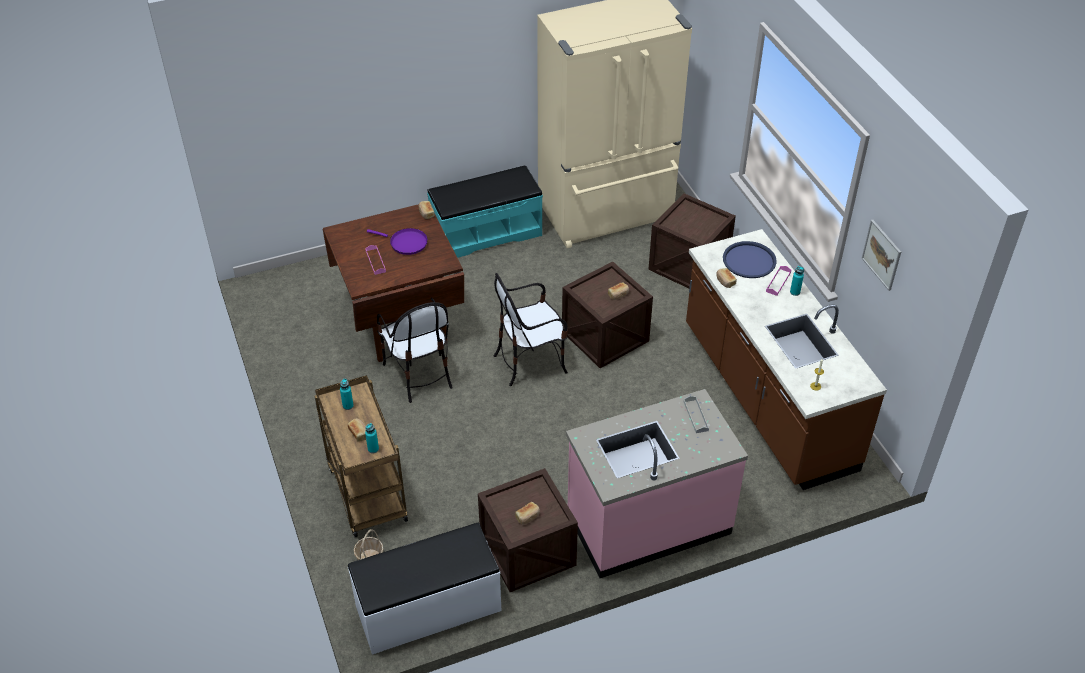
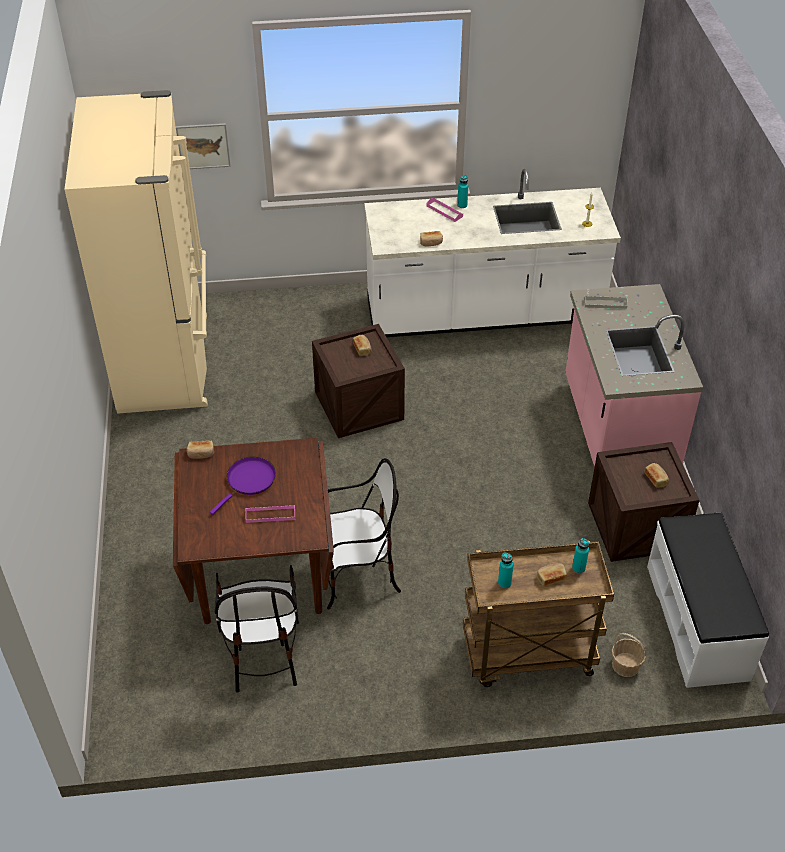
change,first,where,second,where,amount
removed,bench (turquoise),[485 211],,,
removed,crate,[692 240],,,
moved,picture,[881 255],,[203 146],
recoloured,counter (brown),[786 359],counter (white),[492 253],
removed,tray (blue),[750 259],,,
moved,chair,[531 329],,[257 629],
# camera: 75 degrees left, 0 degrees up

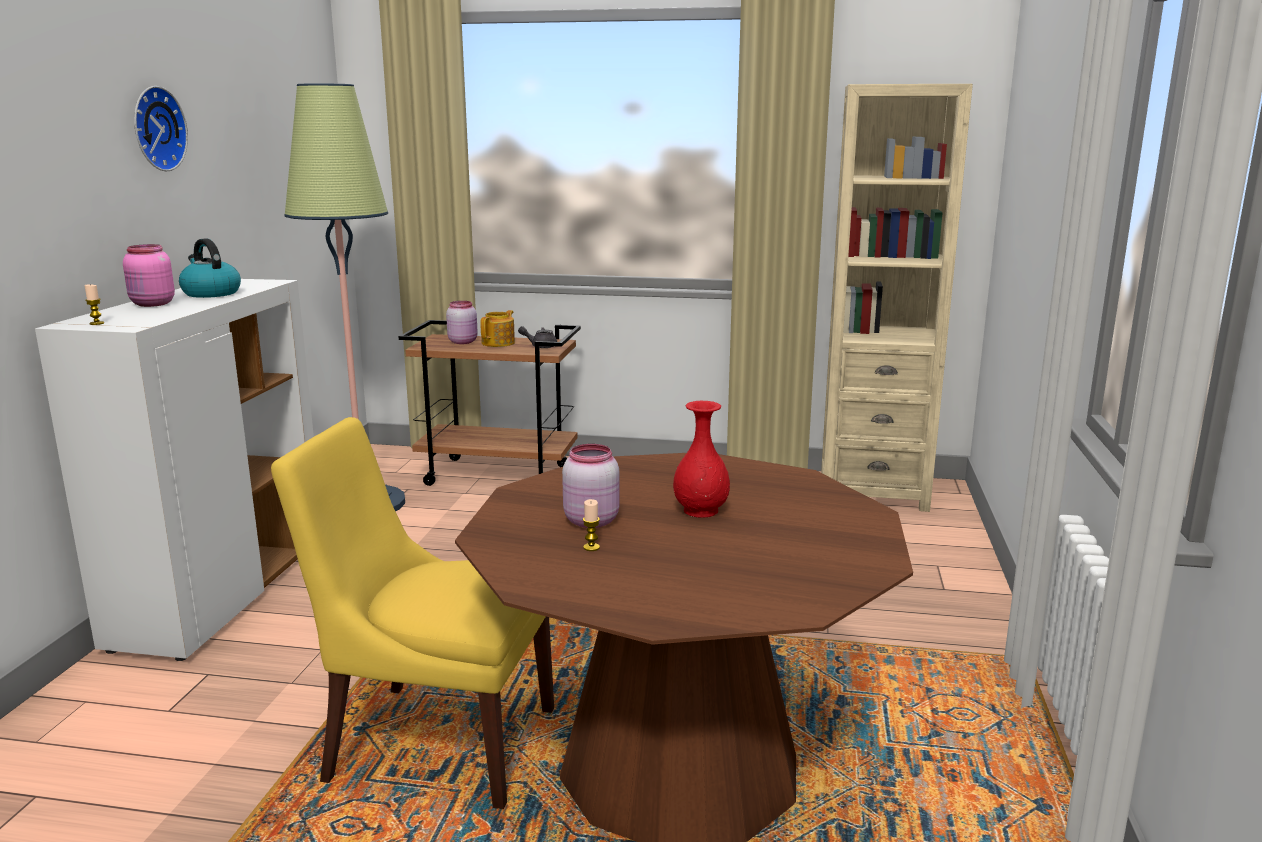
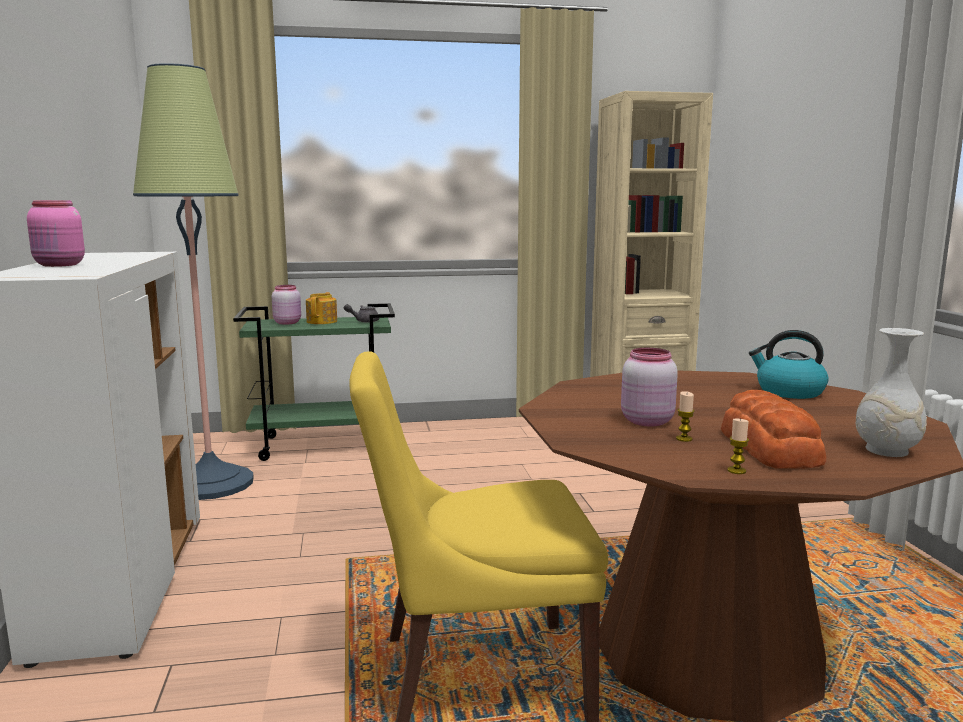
change,first,where,second,where,amount
removed,wall clock,[161 128],,,
moved,kettle,[210 268],,[788 364],
moved,candle,[94 304],,[738 446],
recoloured,cart (brown),[490 403],cart (green),[314 382],
removed,vase (red),[701 459],,,
added,,,vase (white),[891 392],
added,,,bread,[773 429],
# camera: 20 degrees left, 5 degrees down

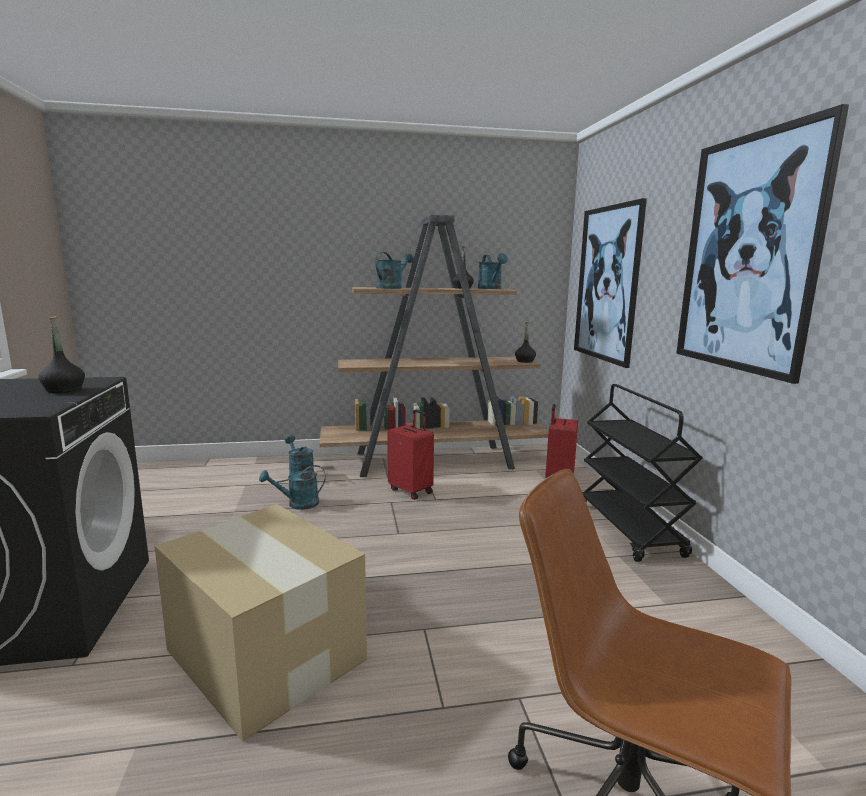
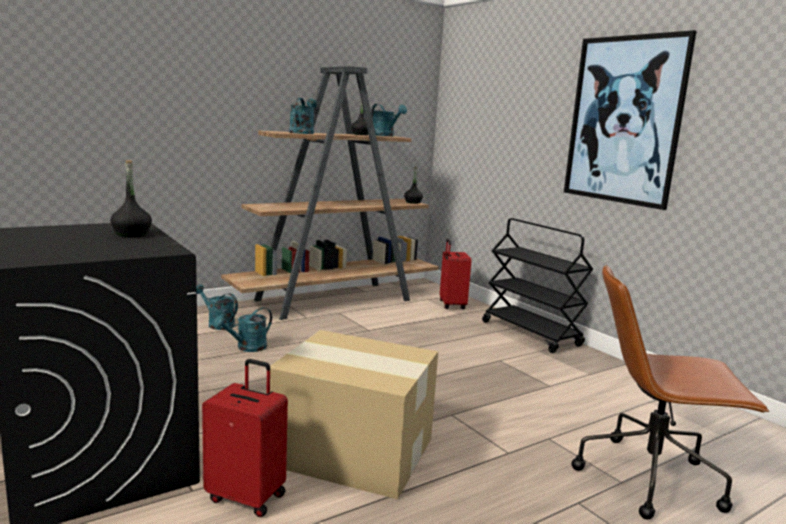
change,first,where,second,where,amount
removed,picture,[610 283],,,
moved,suitcase (red),[410 455],,[245 438],
# camera: 25 degrees left, 0 degrees up

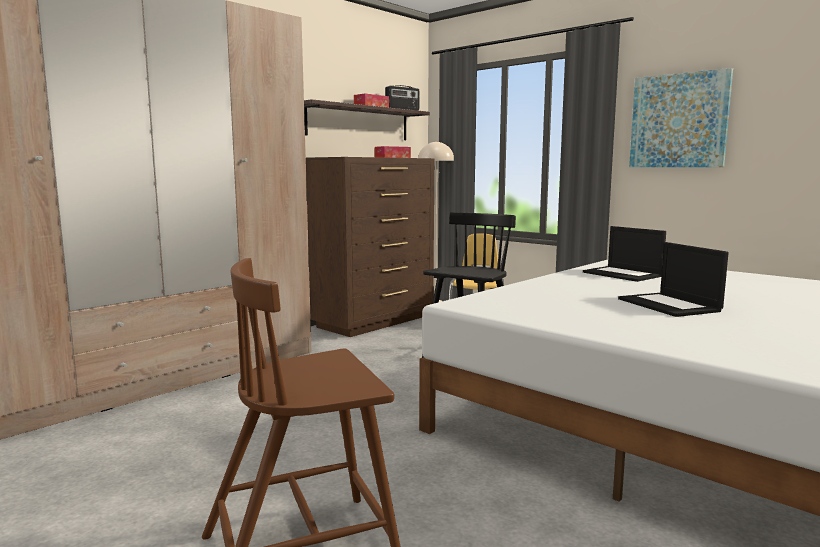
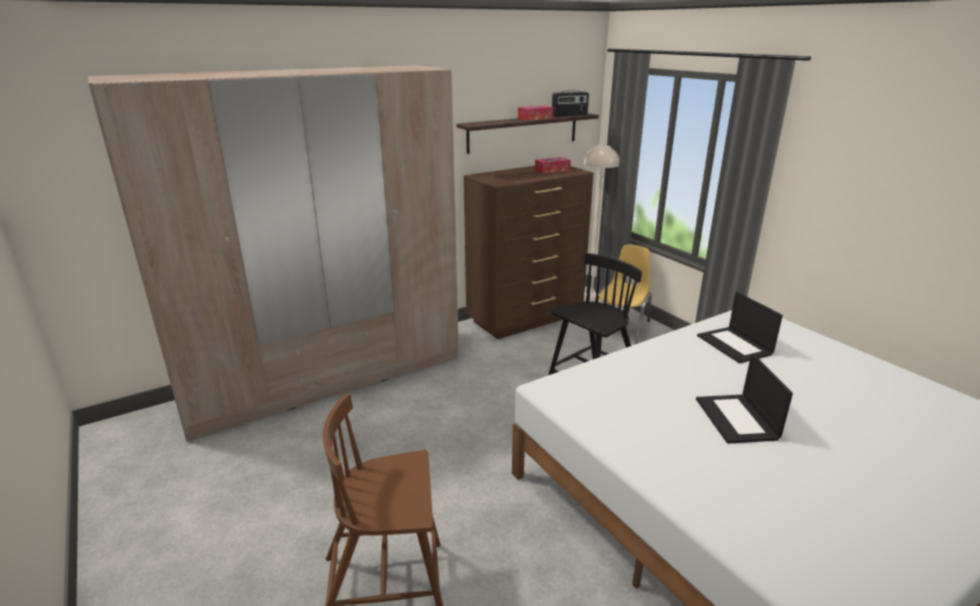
change,first,where,second,where,amount
removed,picture,[681 117],,,
# camera: 15 degrees right, 15 degrees up

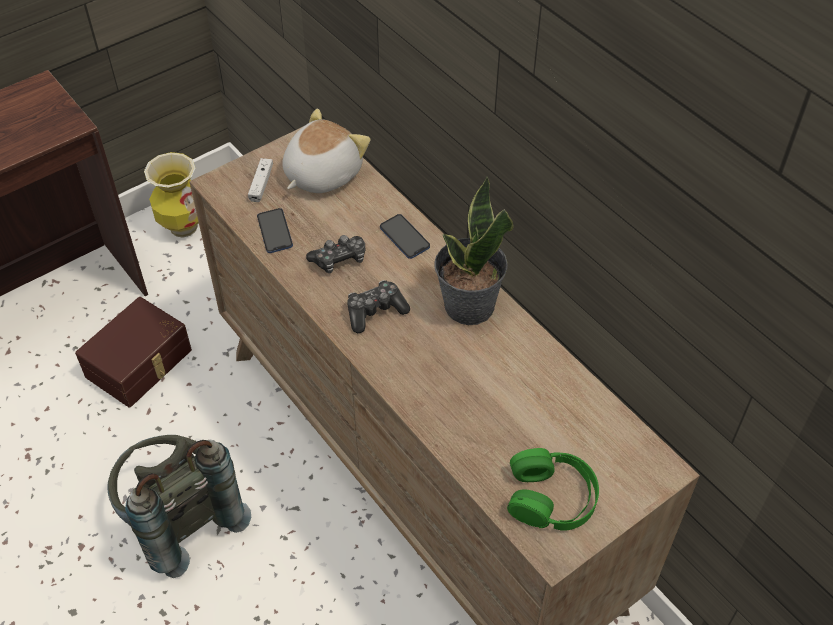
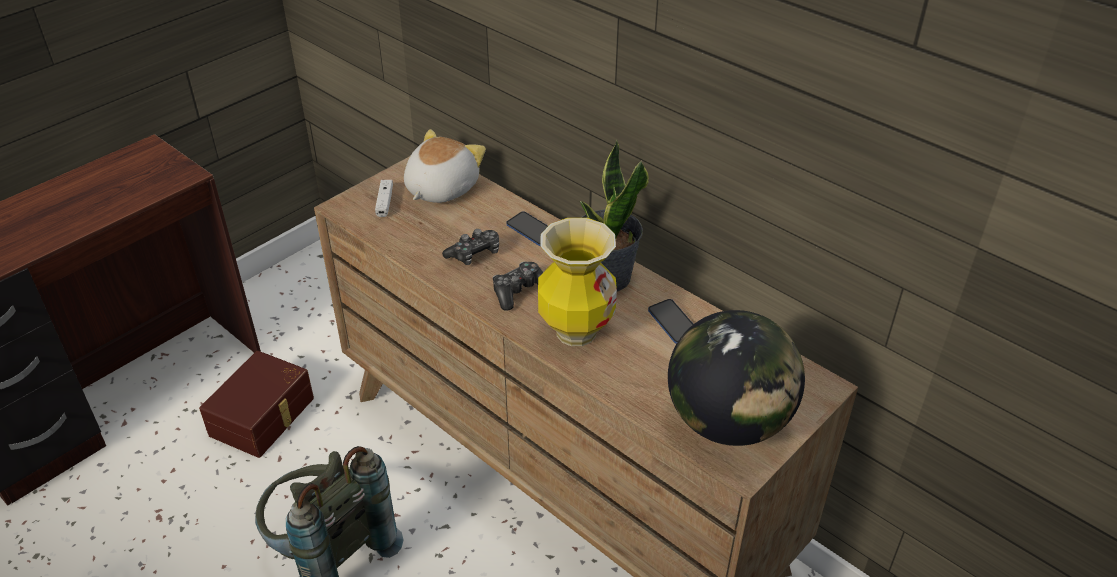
change,first,where,second,where,amount
moved,vase,[171 195],,[577 282],
moved,phone,[275 230],,[670 321],
replaced,headphones (green),[553 489],globe,[736 378],
# camera: 10 degrees left, 10 degrees down

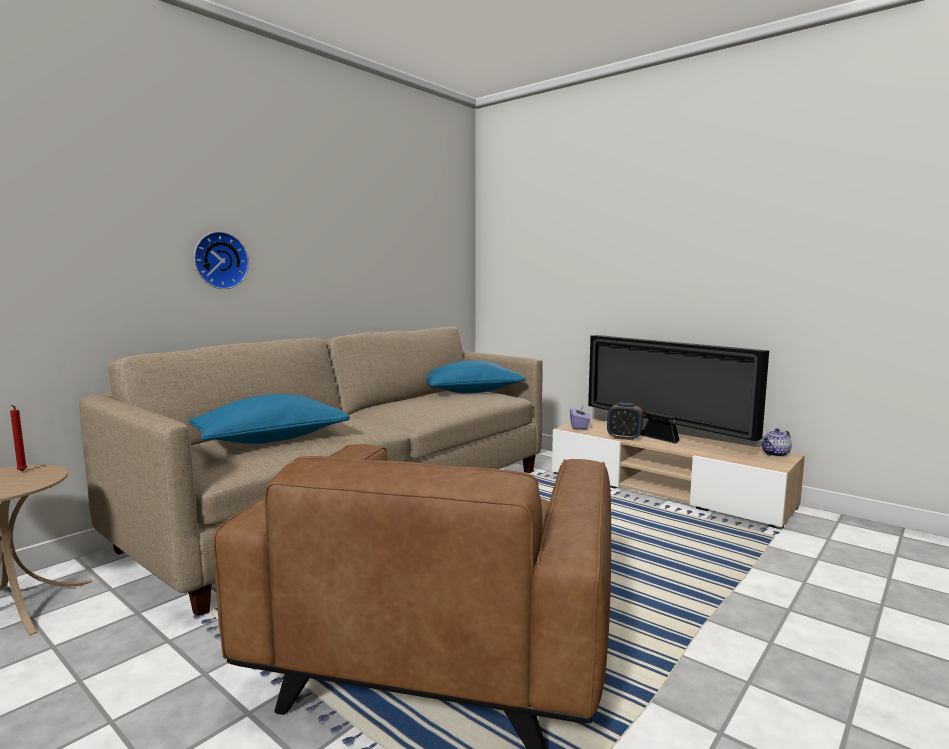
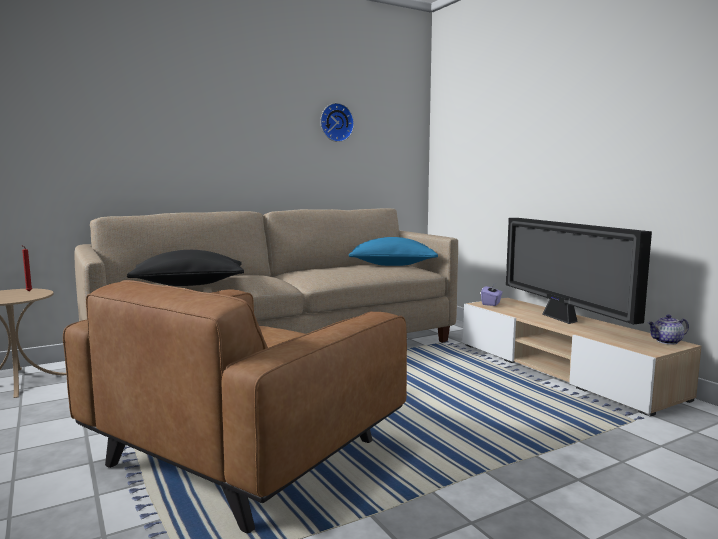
change,first,where,second,where,amount
moved,wall clock,[221 260],,[337 122],
recoloured,pillow (blue),[269 419],pillow (black),[185 268],
removed,alarm clock,[625 421],,,
# camera: 20 degrees right, 0 degrees up

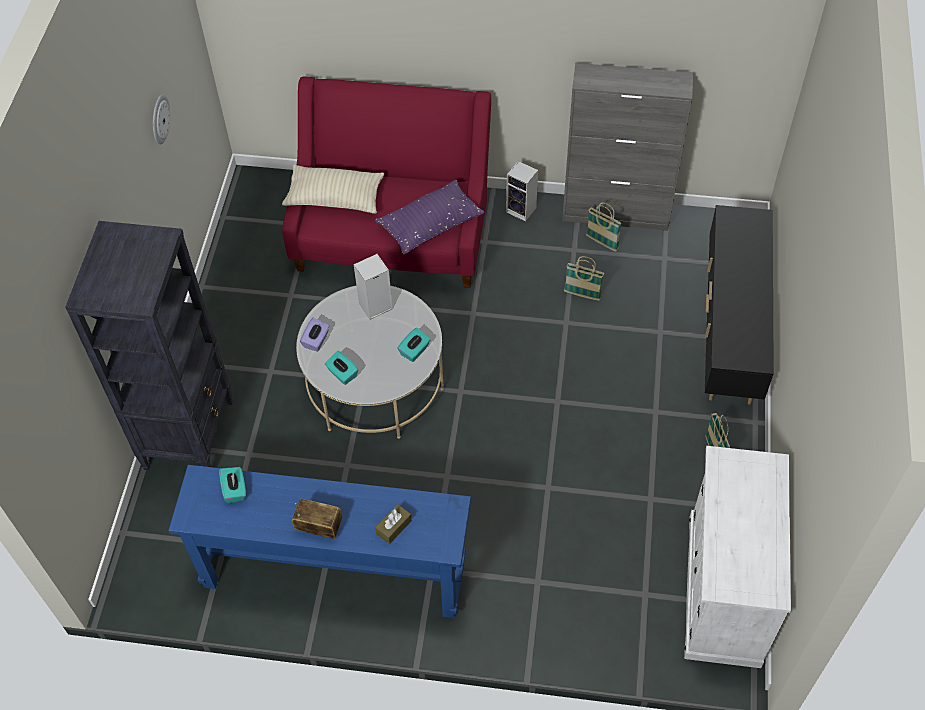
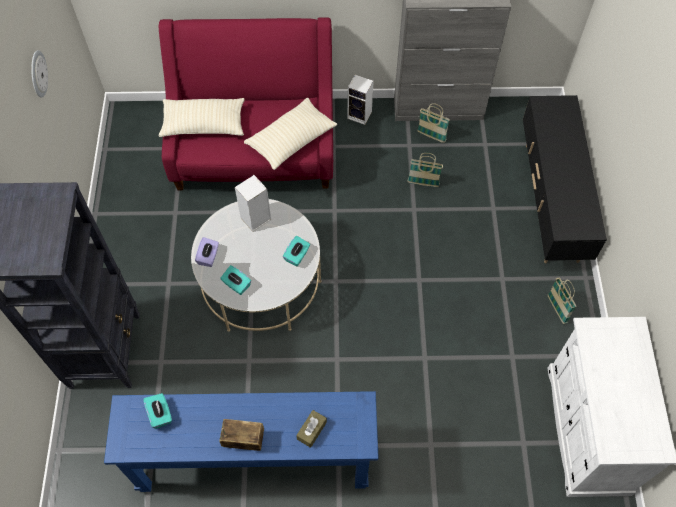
change,first,where,second,where,amount
recoloured,pillow (purple),[430 217],pillow (beige),[290 134],
# camera: 10 degrees left, 5 degrees up

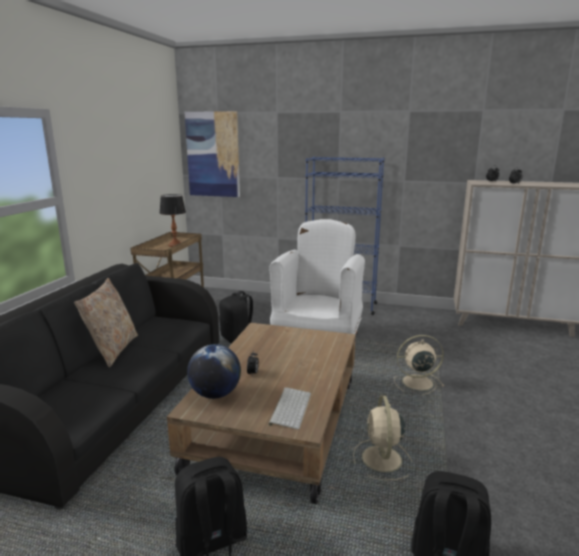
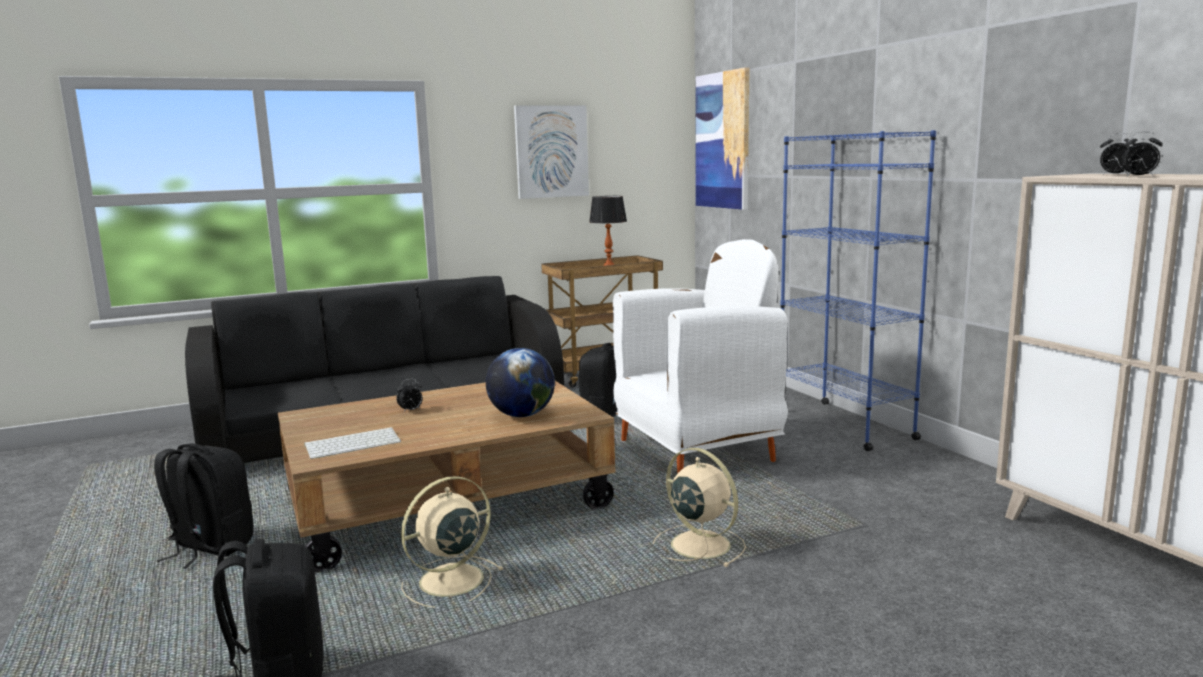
change,first,where,second,where,amount
removed,pillow (beige),[106 322],,,
moved,globe,[214 371],,[520 382],
added,,,picture,[551 152],
# camera: 50 degrees right, 5 degrees down

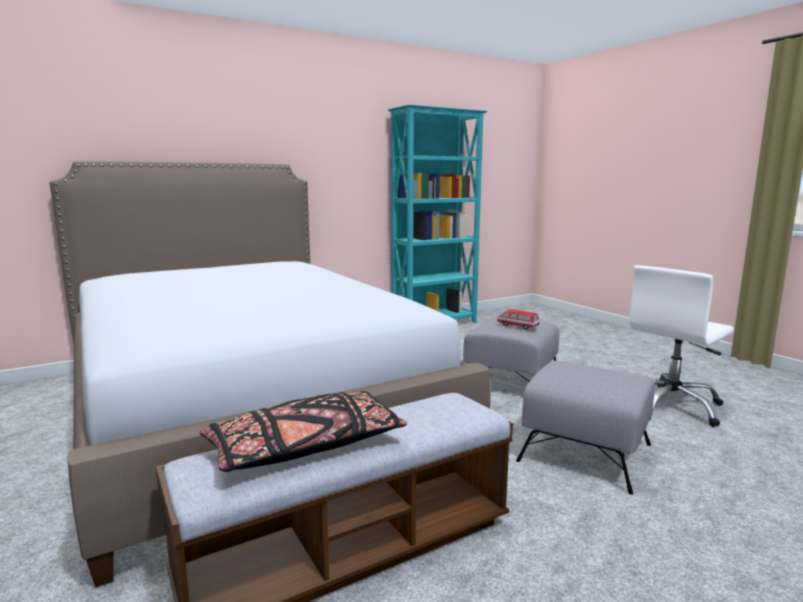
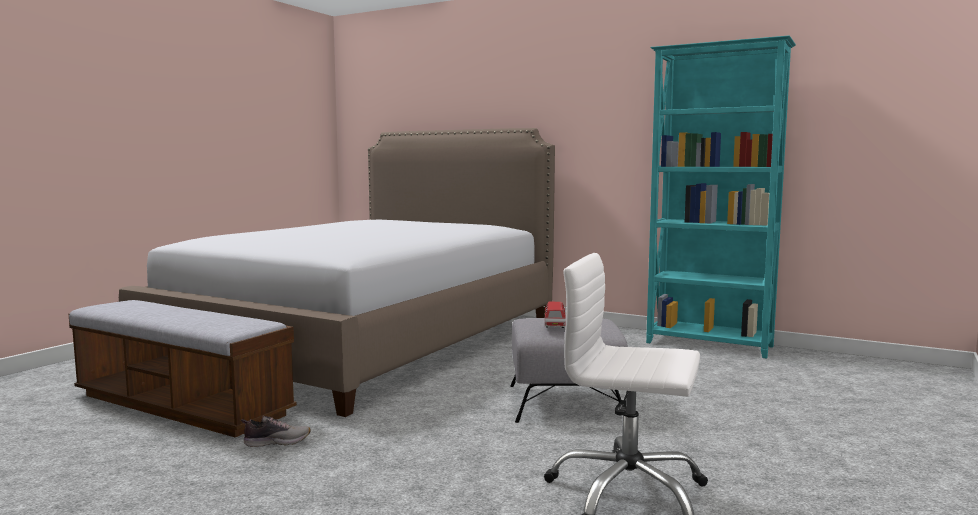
change,first,where,second,where,amount
removed,ottoman (grey),[585 428],,,
removed,pillow (black),[303 431],,,
added,,,shoe,[276 431],
# camera: 60 degrees right, 5 degrees down

